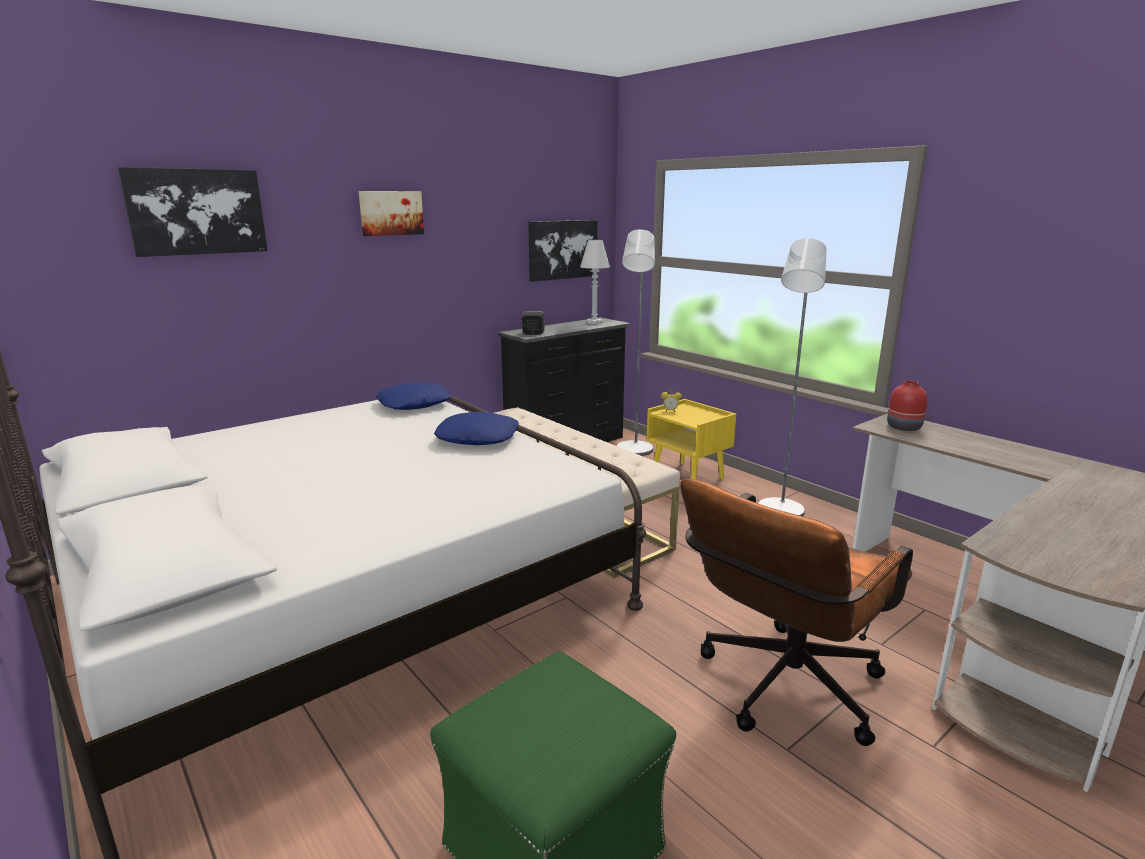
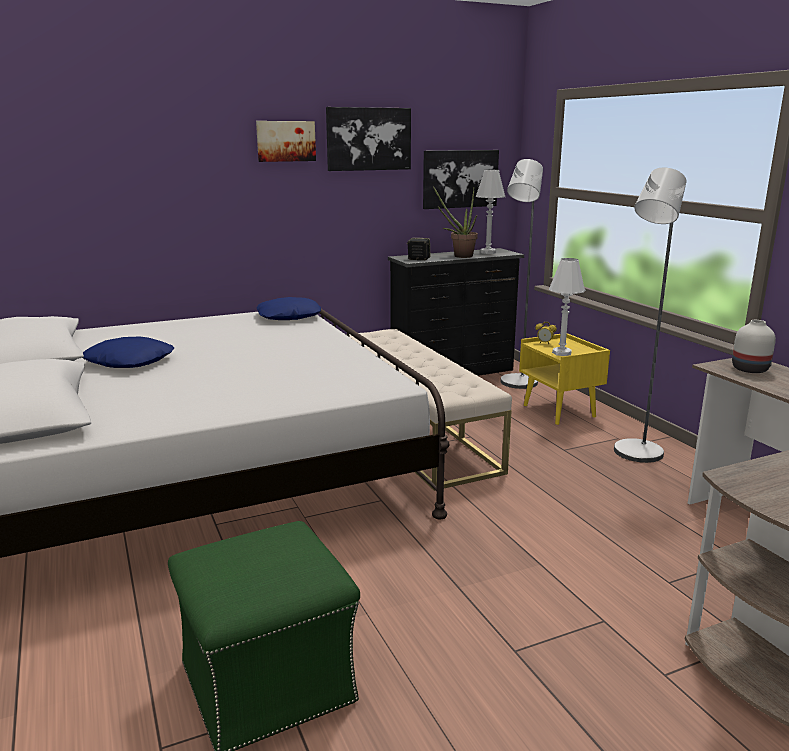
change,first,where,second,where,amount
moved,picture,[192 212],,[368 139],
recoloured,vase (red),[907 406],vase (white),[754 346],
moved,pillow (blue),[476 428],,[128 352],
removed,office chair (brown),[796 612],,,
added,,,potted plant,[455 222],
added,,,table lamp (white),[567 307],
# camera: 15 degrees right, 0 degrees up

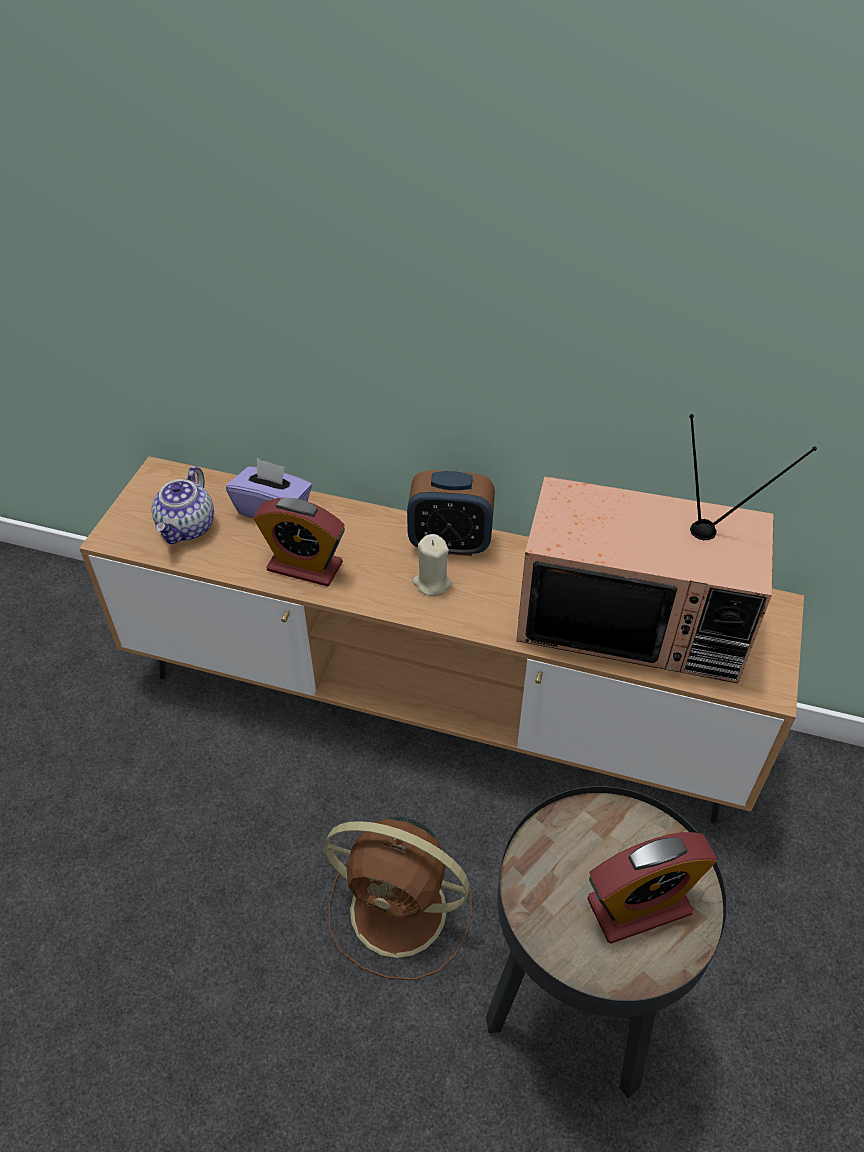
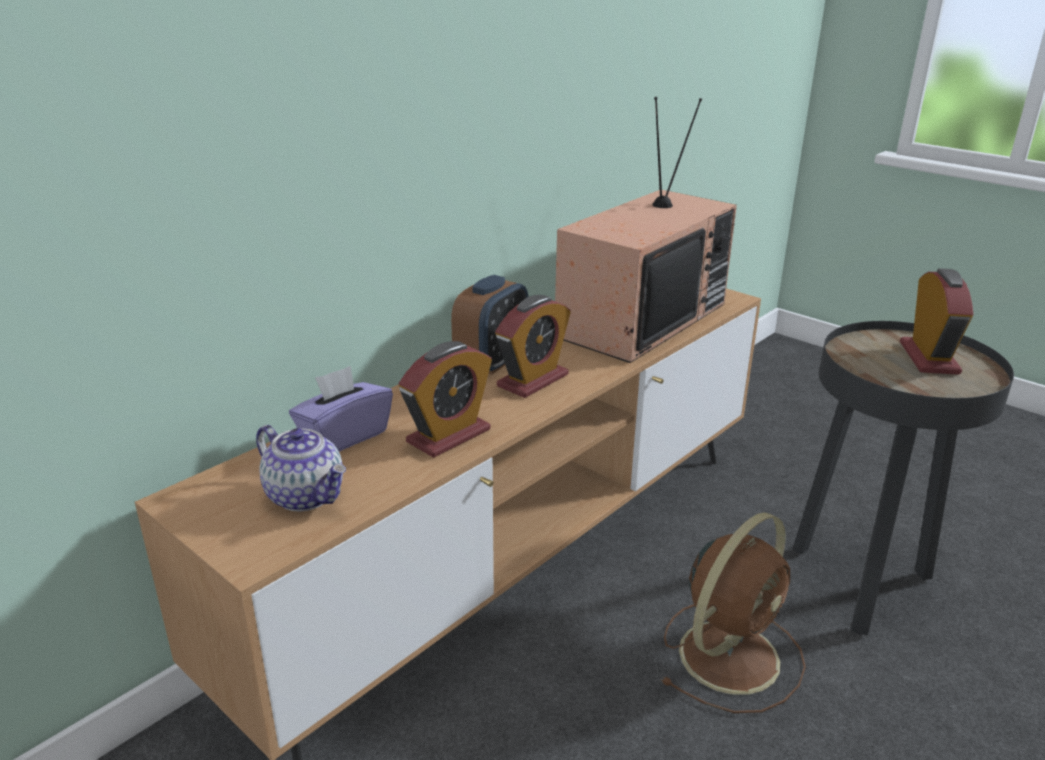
change,first,where,second,where,amount
replaced,candle (beige),[432 565],alarm clock,[533 346],
# camera: 65 degrees left, 20 degrees down

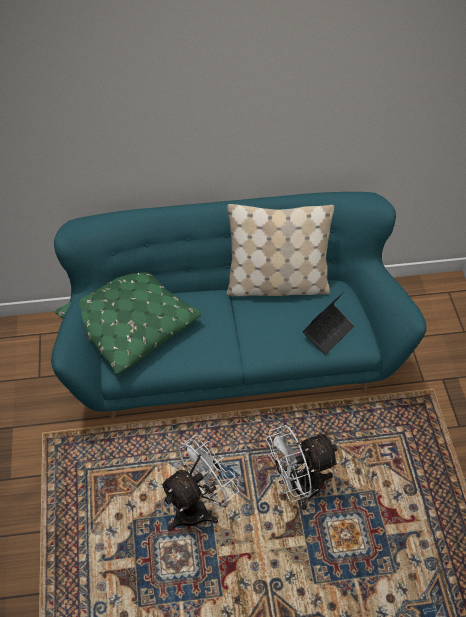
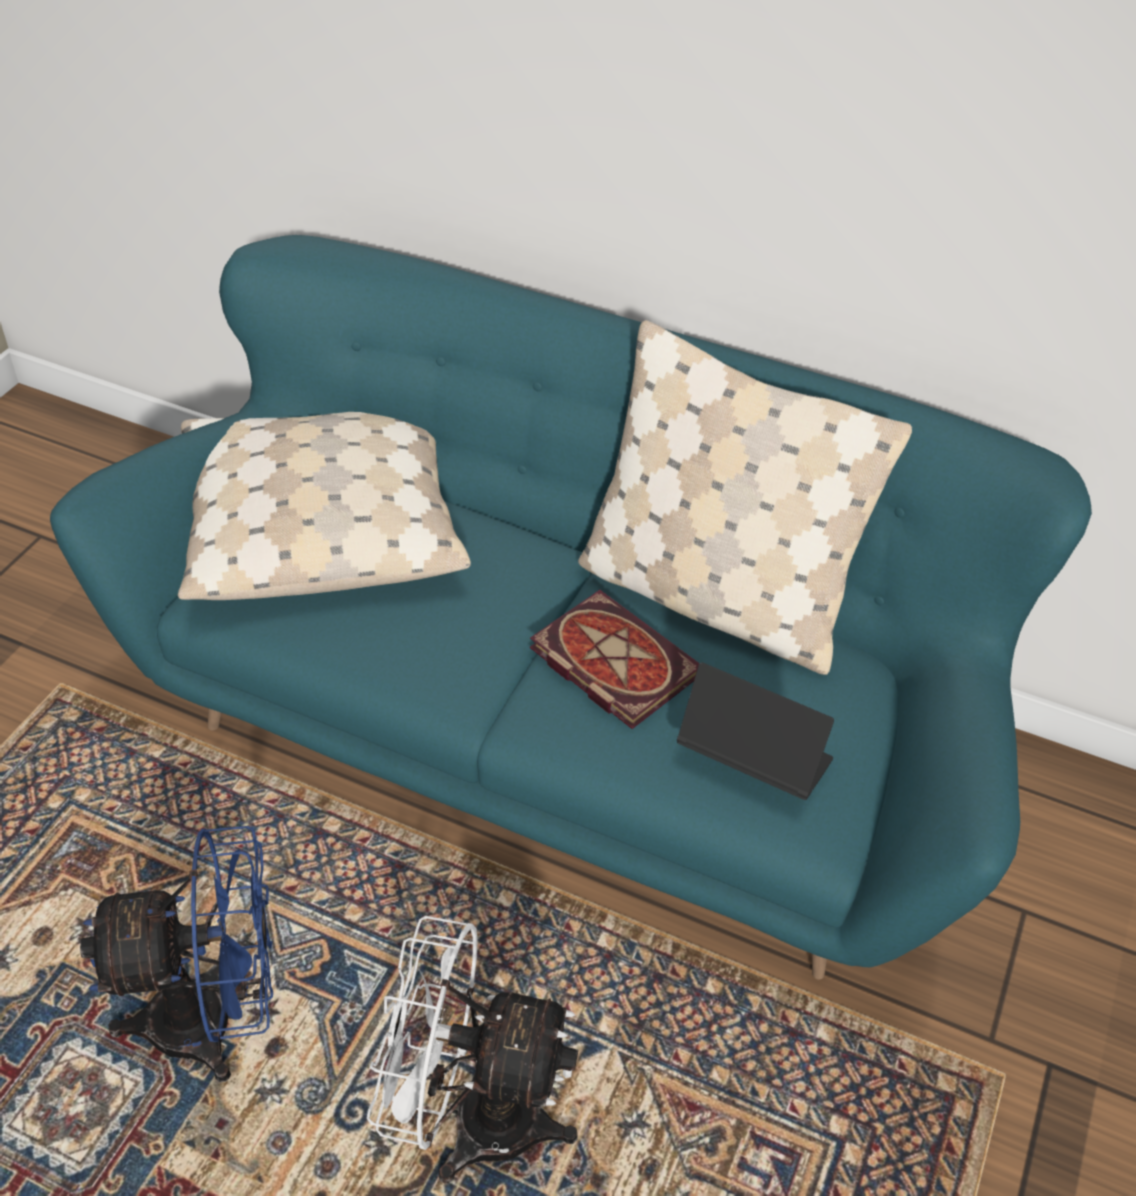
change,first,where,second,where,amount
recoloured,pillow (green),[128 323],pillow (beige),[324 506],
turned,laptop,[329 323],,[755 731],135 degrees counterclockwise
recoloured,fan (white),[199 483],fan (blue),[176 954],
added,,,book,[615 659],
# camera: 30 degrees right, 5 degrees down

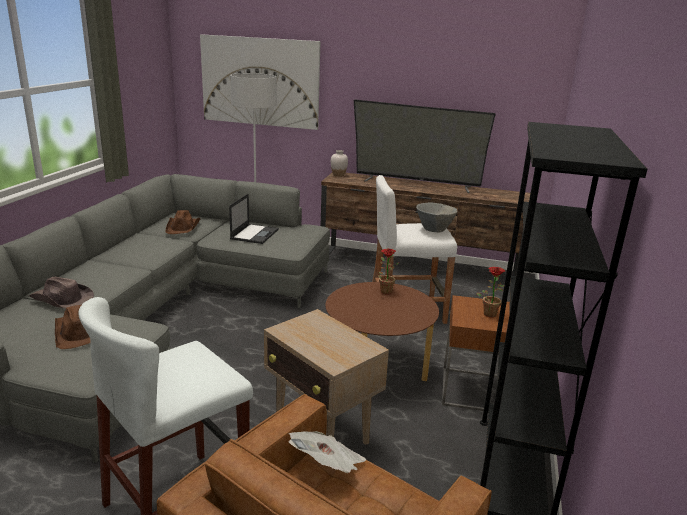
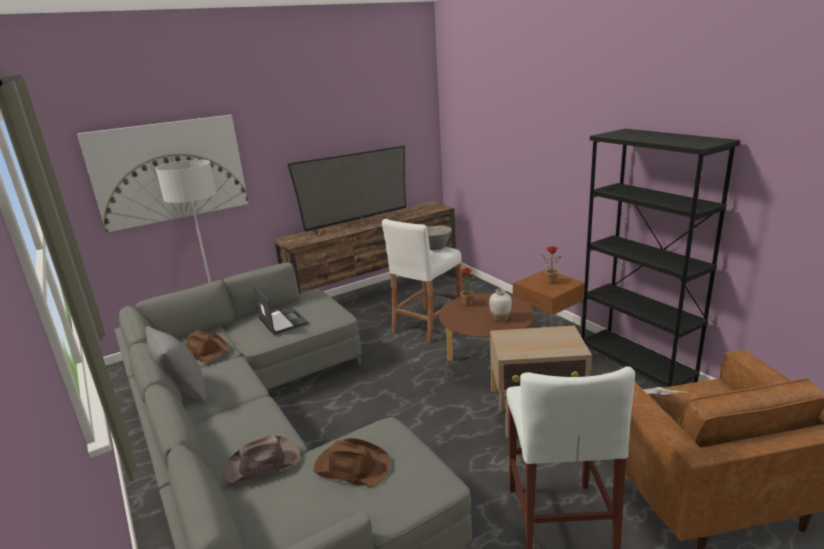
change,first,where,second,where,amount
moved,vase (white),[339 163],,[500 305],
added,,,pillow (grey),[175 364],
# camera: 45 degrees left, 0 degrees up

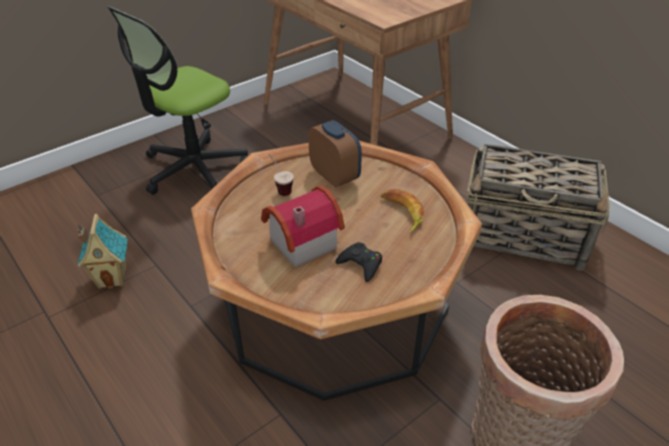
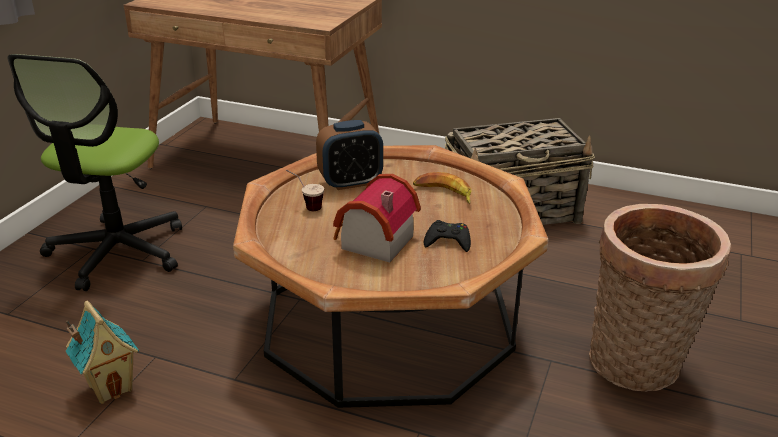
change,first,where,second,where,amount
turned,alarm clock,[335 154],,[349 155],135 degrees clockwise
# camera: 30 degrees left, 10 degrees down

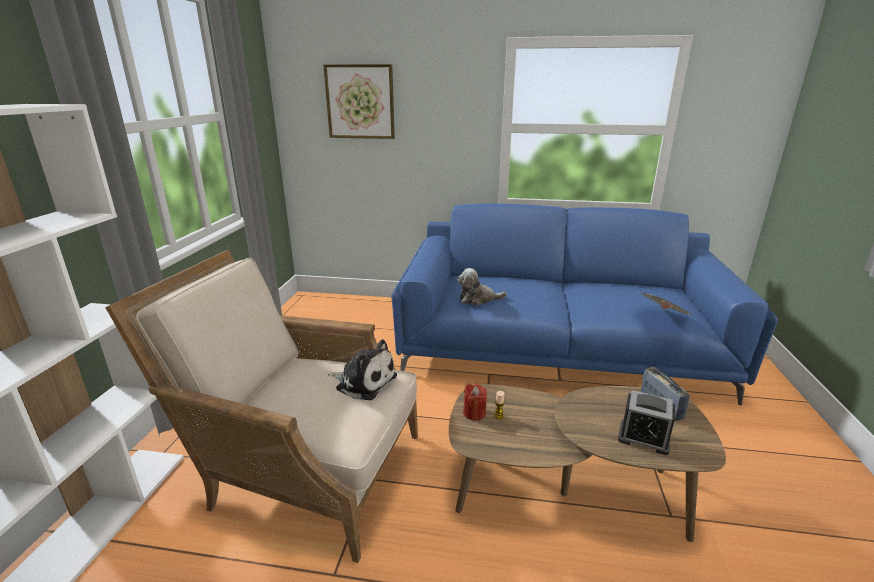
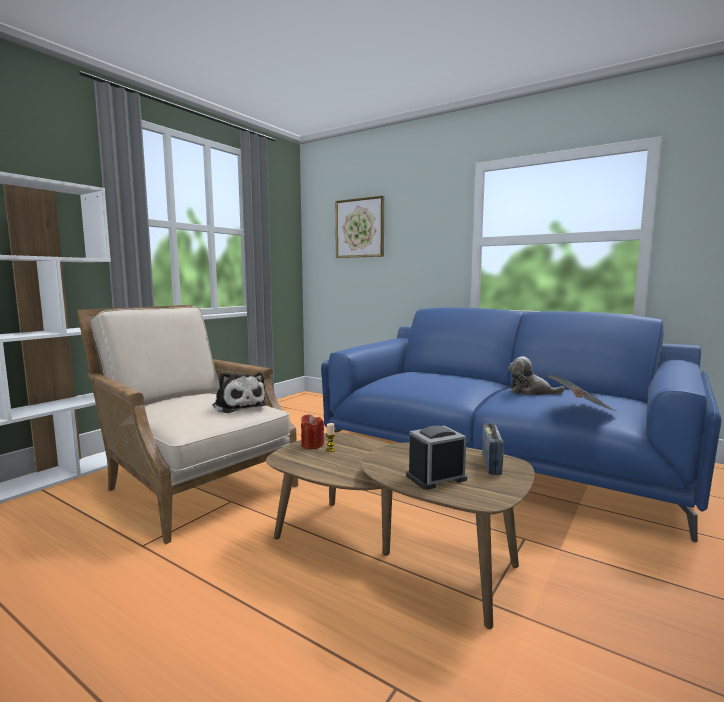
change,first,where,second,where,amount
moved,plush toy,[482 286],,[536 375],
turned,alarm clock,[646 422],,[436 458],105 degrees clockwise
# camera: 25 degrees right, 15 degrees down

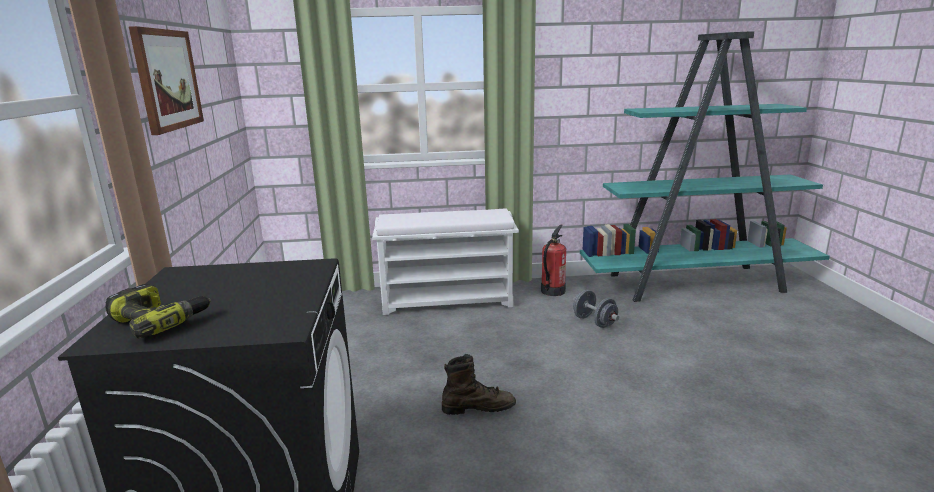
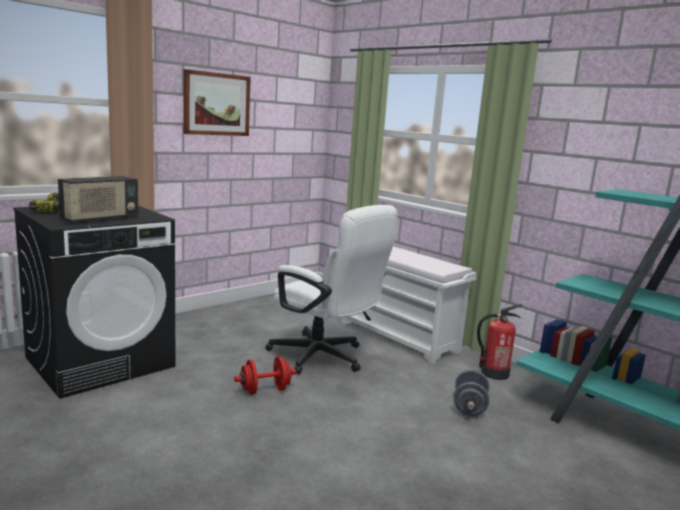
change,first,where,second,where,amount
replaced,boot (brown),[479 384],dumbbell (red),[265 376],
added,,,radio,[98 199],
added,,,office chair (white),[331 289],
# camera: 50 degrees right, 5 degrees down

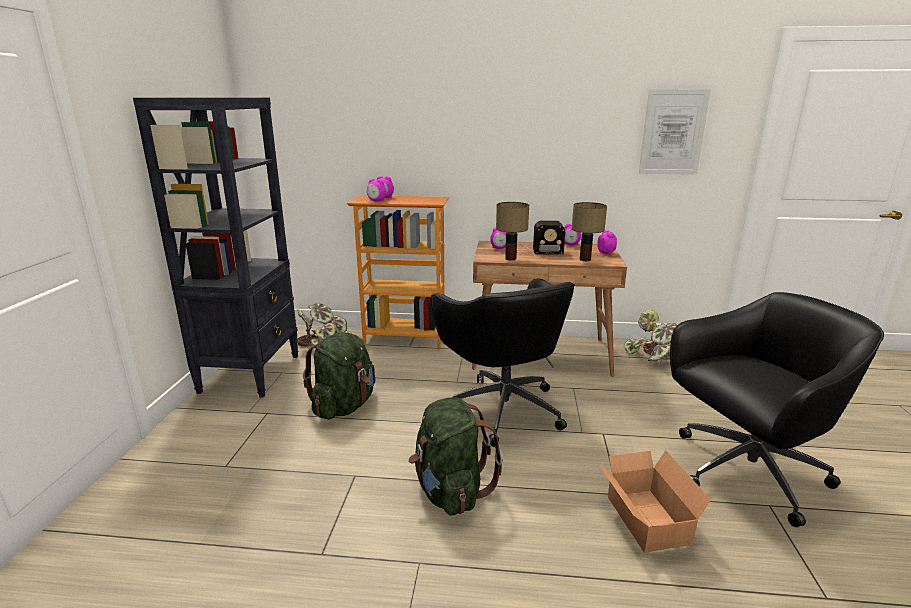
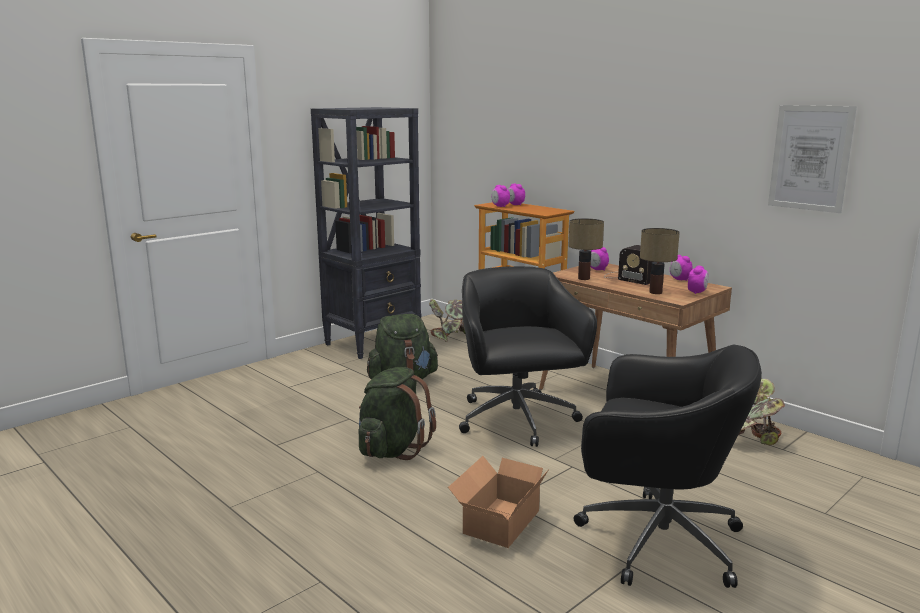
change,first,where,second,where,amount
turned,office chair (black),[503 362],,[528 356],150 degrees clockwise
# camera: 40 degrees right, 5 degrees down

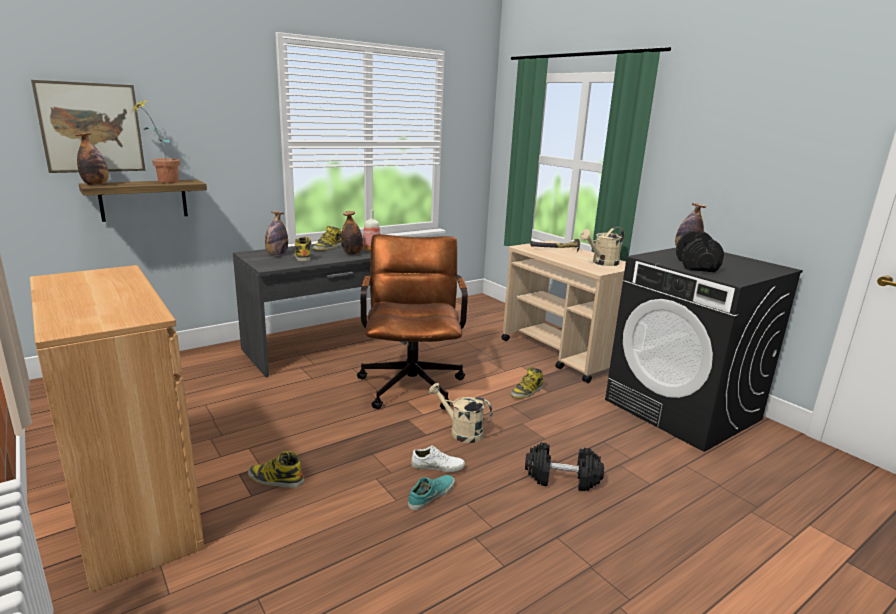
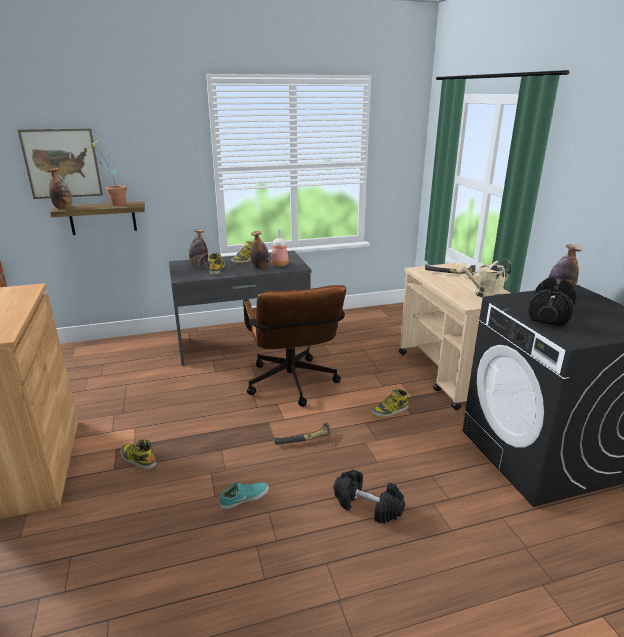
change,first,where,second,where,amount
turned,office chair (brown),[412 322],,[294 346],150 degrees clockwise
replaced,watering can (beige),[461 413],hammer,[302 433],
removed,shoe (white),[438 458],,,
# camera: 20 degrees right, 5 degrees up

